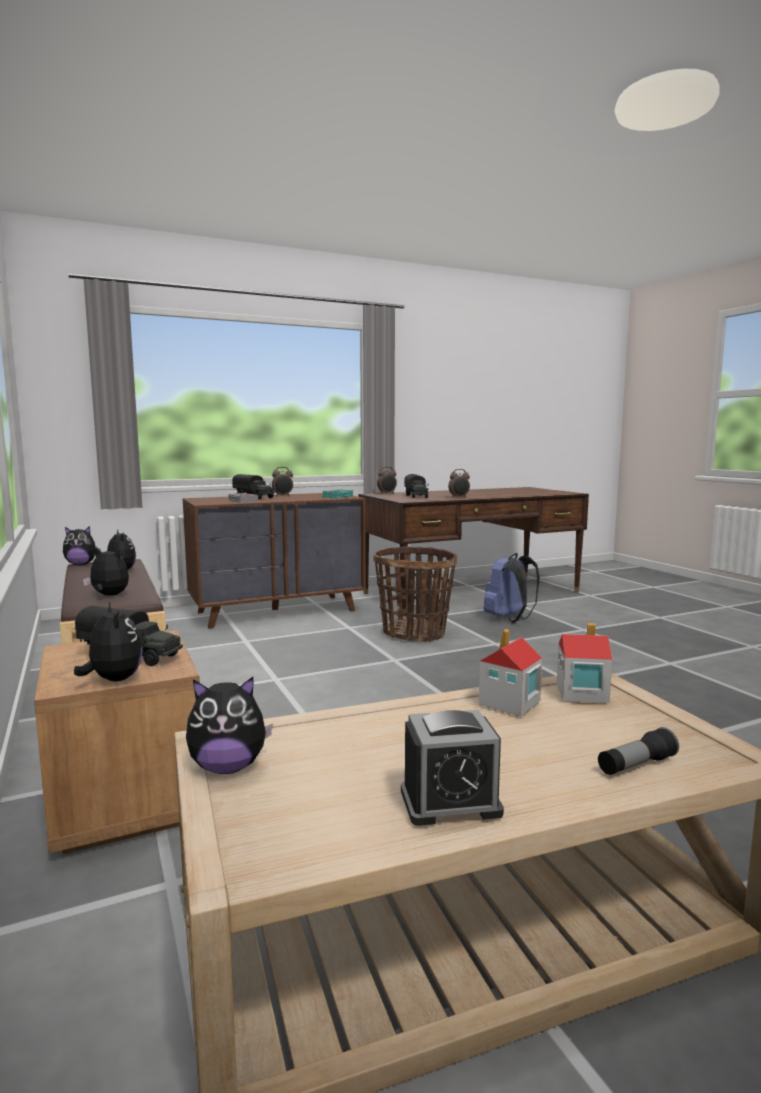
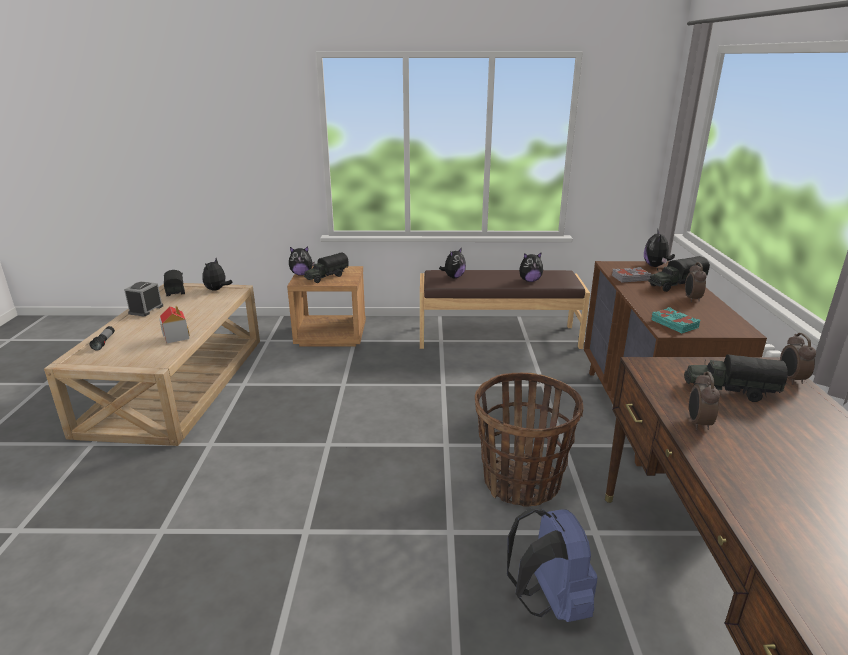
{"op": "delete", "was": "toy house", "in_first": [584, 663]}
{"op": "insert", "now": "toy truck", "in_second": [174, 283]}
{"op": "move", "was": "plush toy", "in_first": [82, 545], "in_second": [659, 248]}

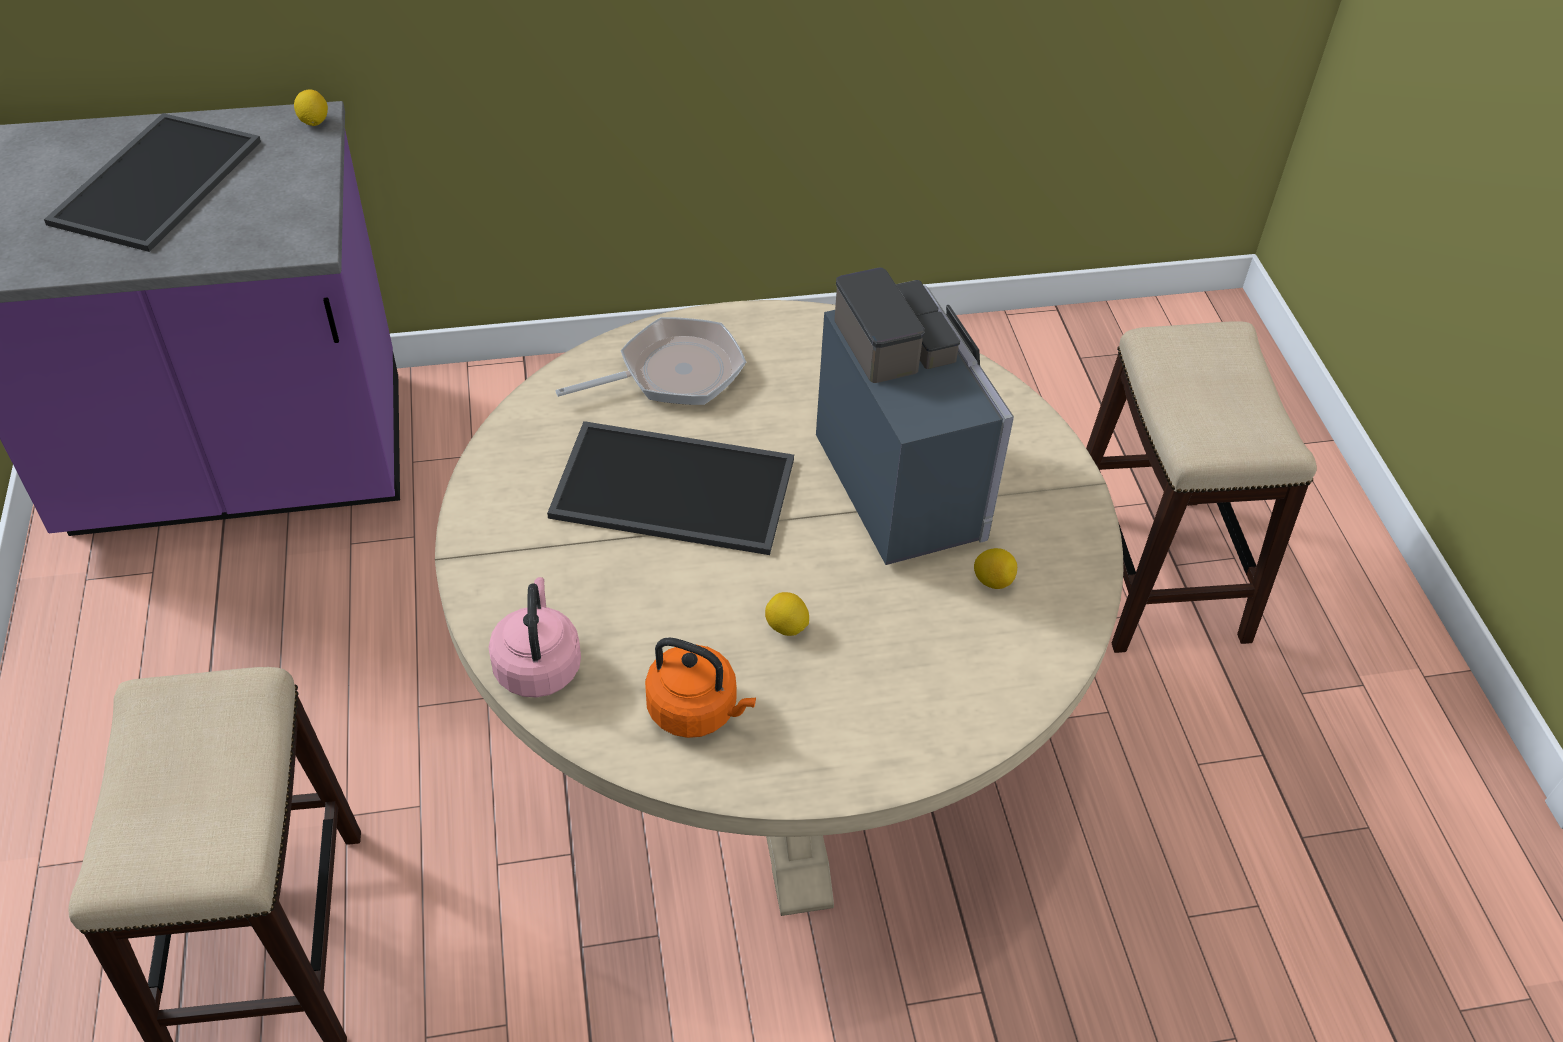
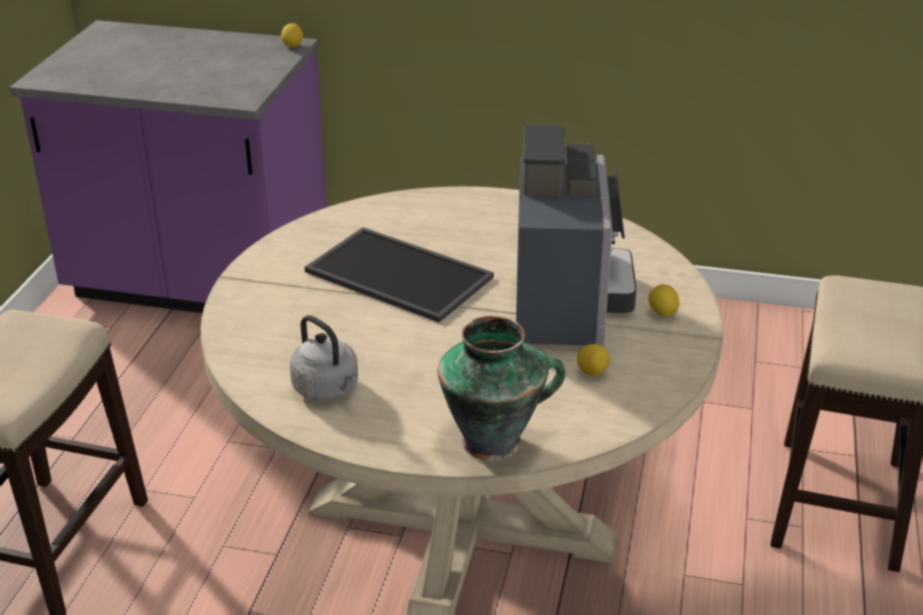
{"op": "delete", "was": "tray", "in_first": [152, 182]}
{"op": "delete", "was": "kettle (pink)", "in_first": [534, 637]}
{"op": "delete", "was": "frying pan", "in_first": [650, 361]}
{"op": "insert", "now": "vase", "in_second": [501, 388]}
{"op": "move", "was": "lemon", "in_first": [787, 614], "in_second": [663, 300]}
{"op": "recolor", "was": "kettle (orange)", "now": "kettle (grey)", "in_first": [700, 687], "in_second": [324, 358]}

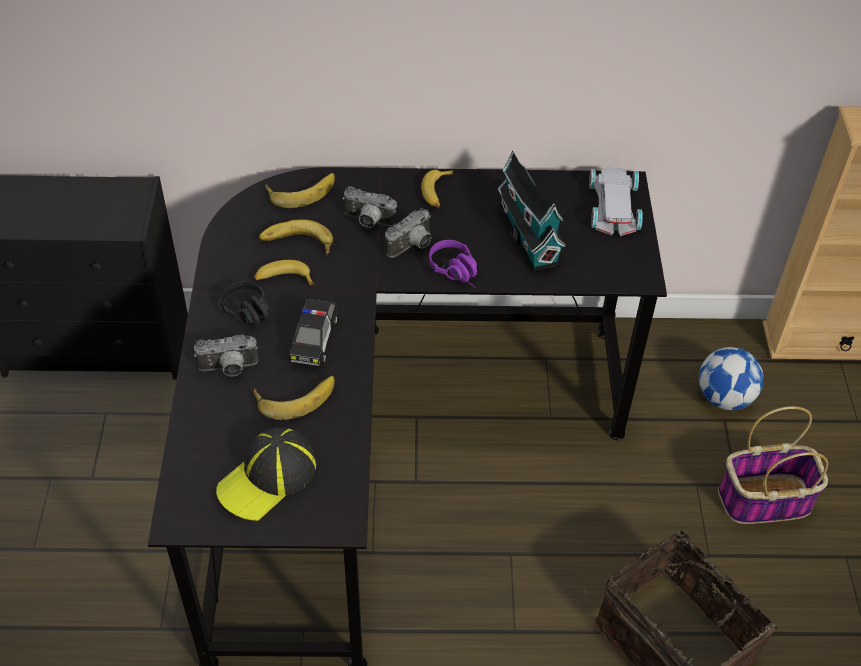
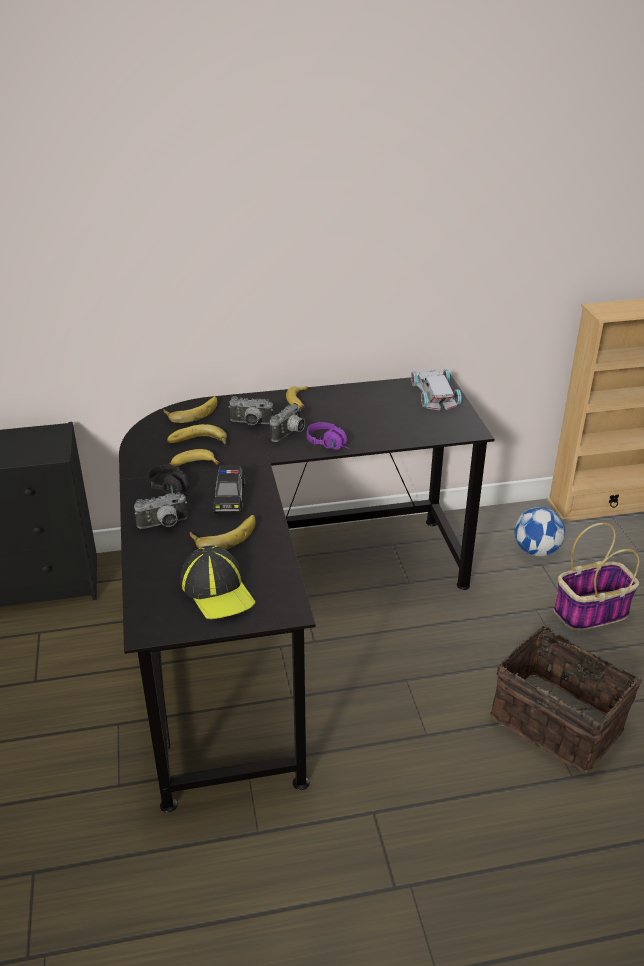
{"op": "delete", "was": "toy house", "in_first": [531, 211]}
{"op": "rotate", "was": "cap", "in_first": [266, 474], "in_second": [218, 582], "clockwise": -60}

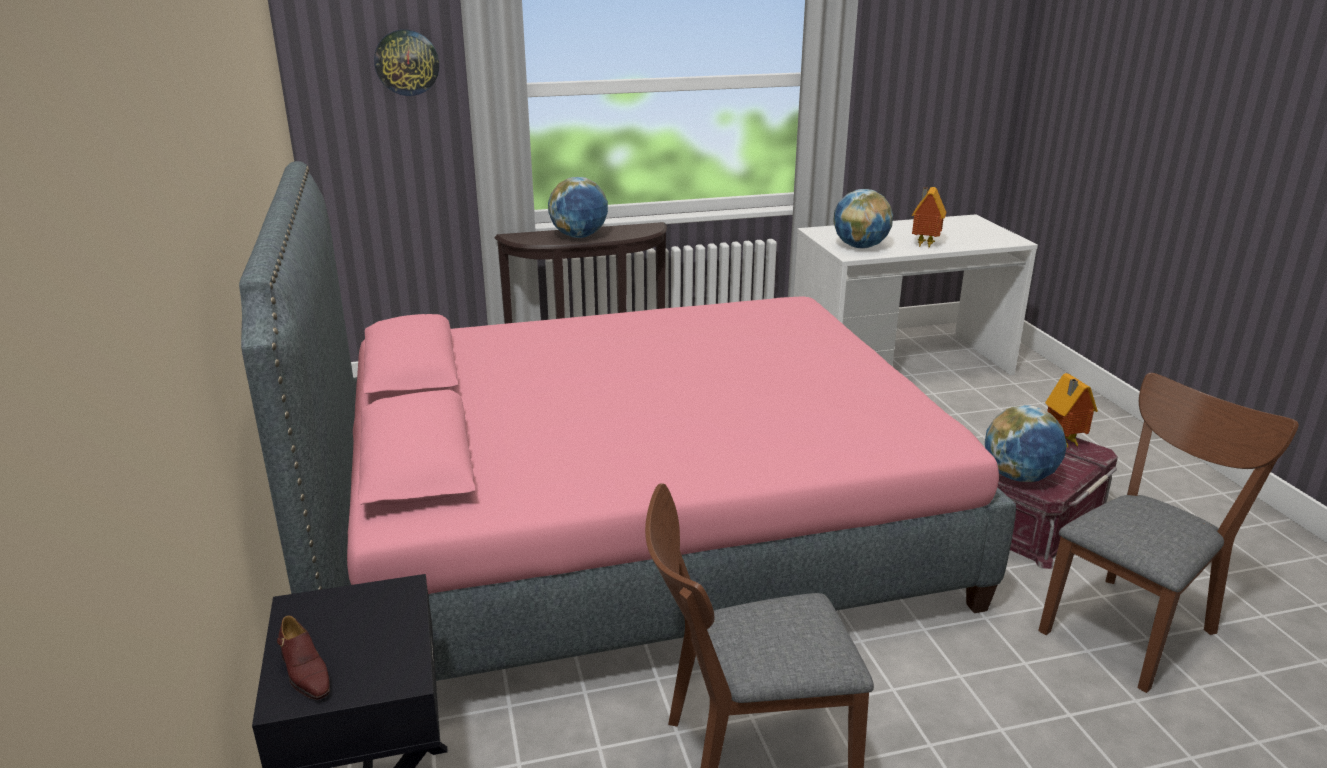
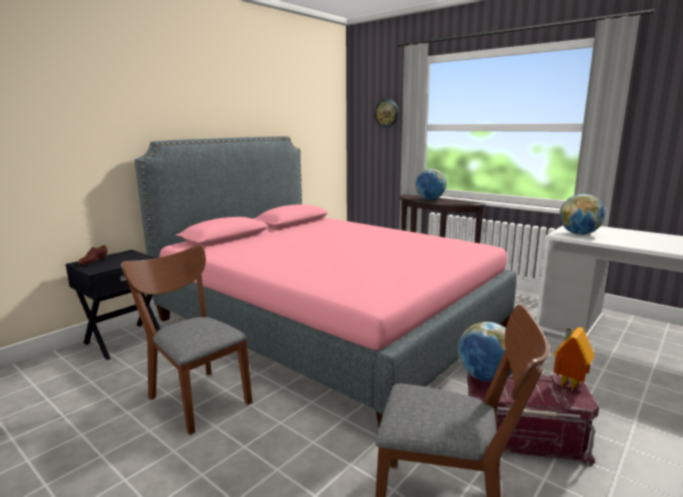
{"op": "delete", "was": "toy house", "in_first": [929, 217]}

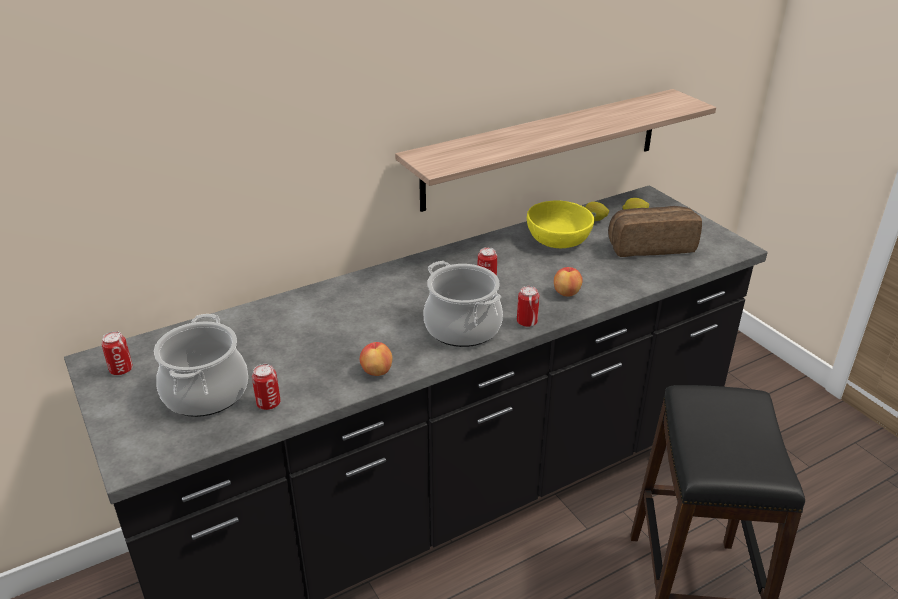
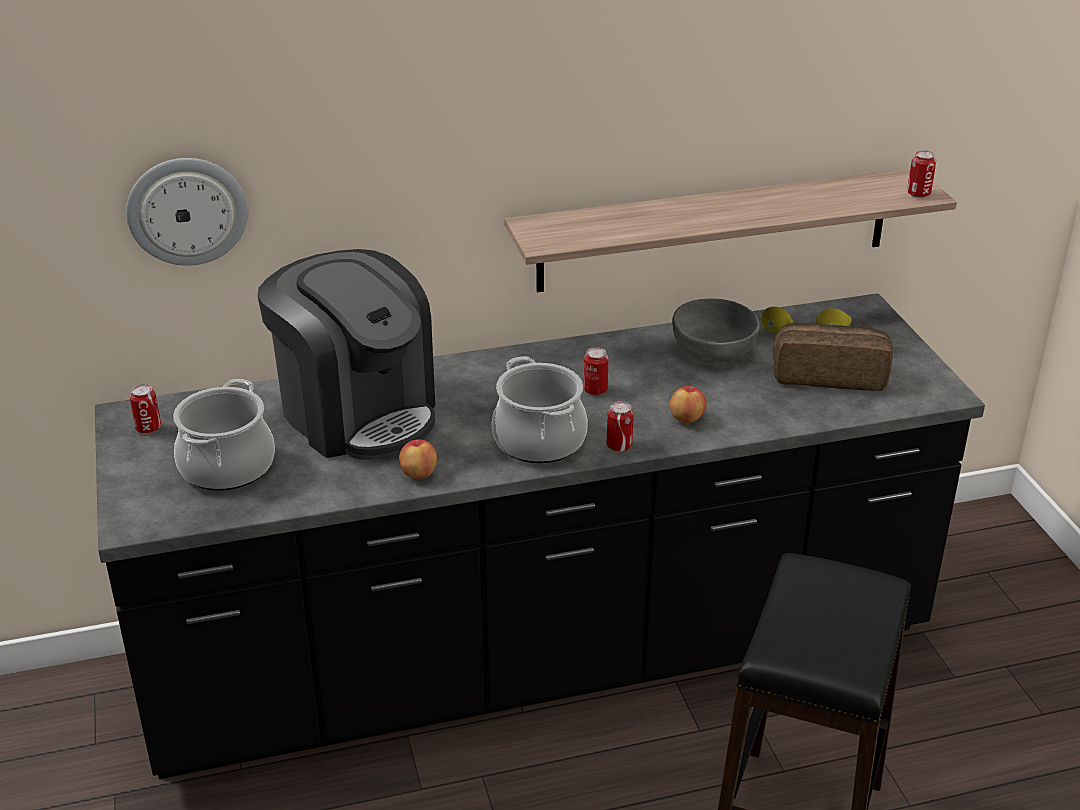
{"op": "insert", "now": "wall clock", "in_second": [187, 212]}
{"op": "insert", "now": "coffee machine", "in_second": [346, 354]}
{"op": "move", "was": "can", "in_first": [266, 387], "in_second": [921, 174]}
{"op": "recolor", "was": "bowl (yellow)", "now": "bowl (grey)", "in_first": [560, 224], "in_second": [716, 330]}

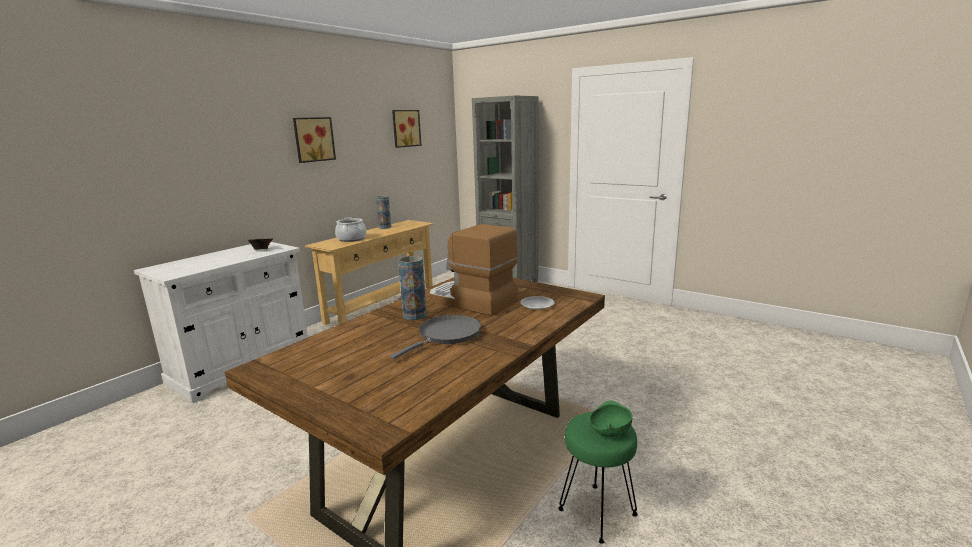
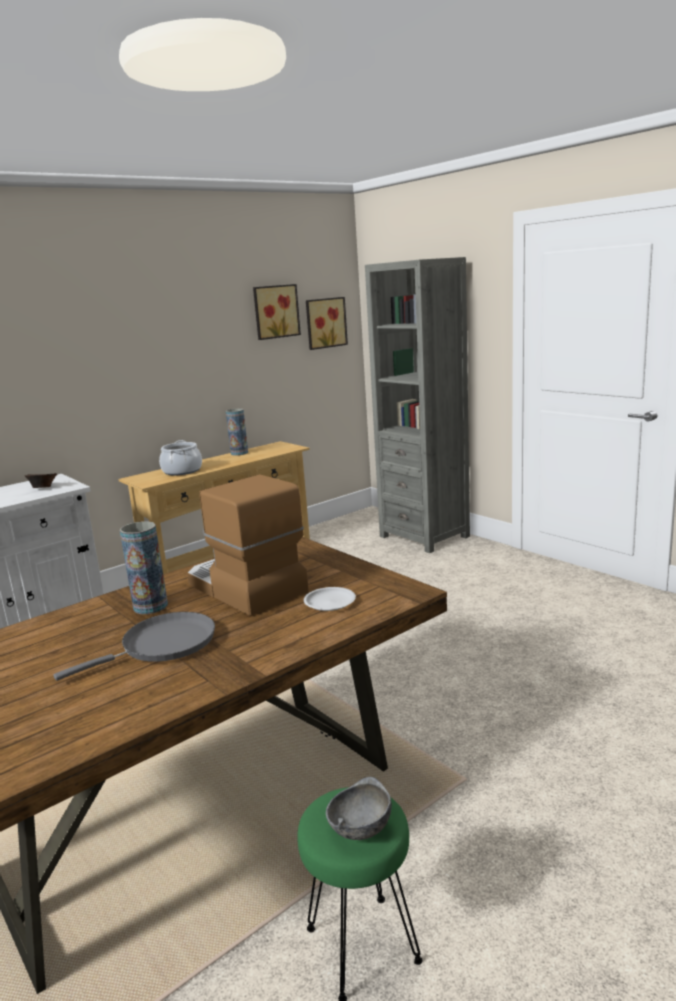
{"op": "move", "was": "picture", "in_first": [314, 140], "in_second": [327, 323]}
{"op": "recolor", "was": "bowl (green)", "now": "bowl (grey)", "in_first": [610, 418], "in_second": [359, 808]}

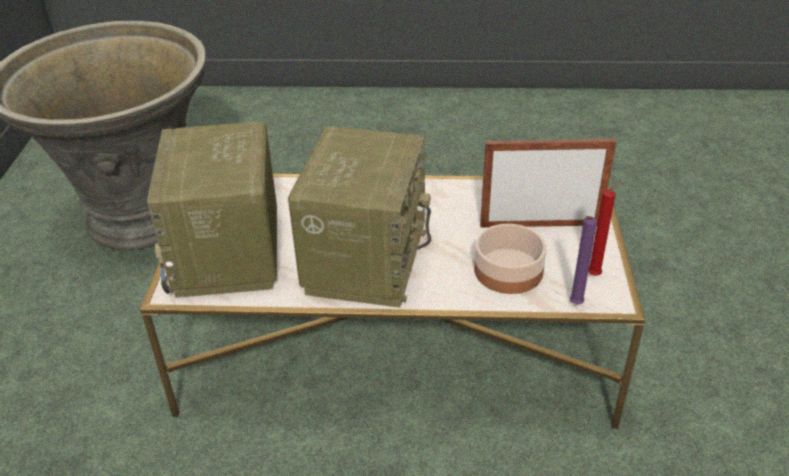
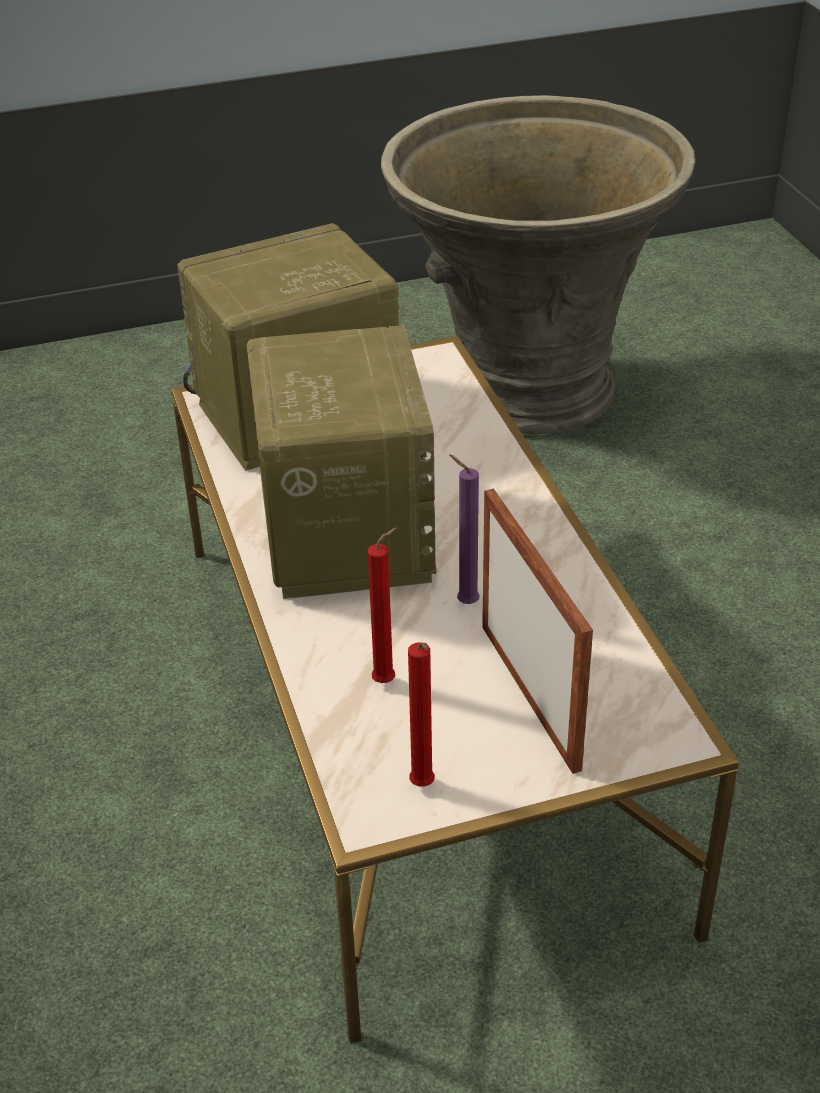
{"op": "move", "was": "candle (purple)", "in_first": [583, 260], "in_second": [464, 529]}
{"op": "replace", "was": "bowl", "now": "candle (red)", "in_first": [510, 259], "in_second": [382, 605]}
{"op": "rotate", "was": "radio", "in_first": [359, 217], "in_second": [341, 462], "clockwise": -90}

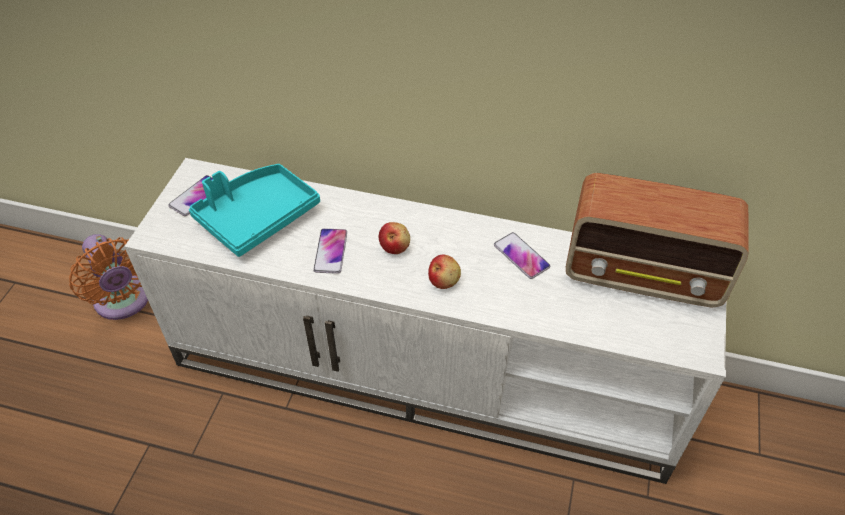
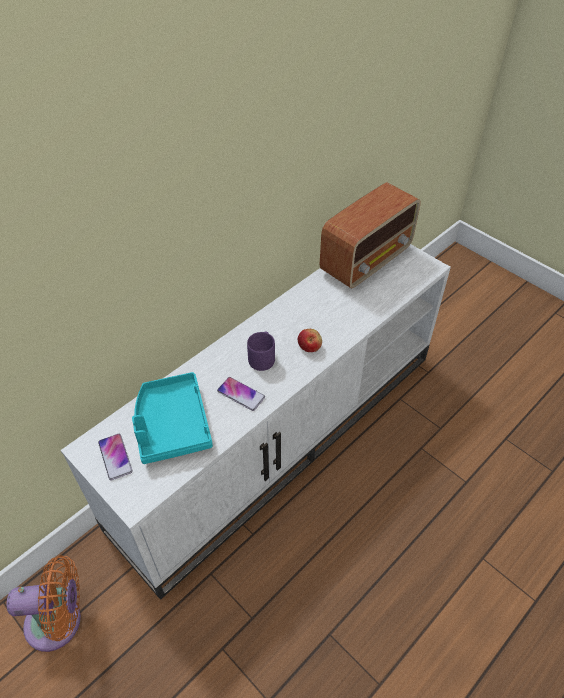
{"op": "delete", "was": "phone", "in_first": [522, 255]}
{"op": "replace", "was": "apple", "now": "mug (purple)", "in_first": [394, 238], "in_second": [261, 351]}

